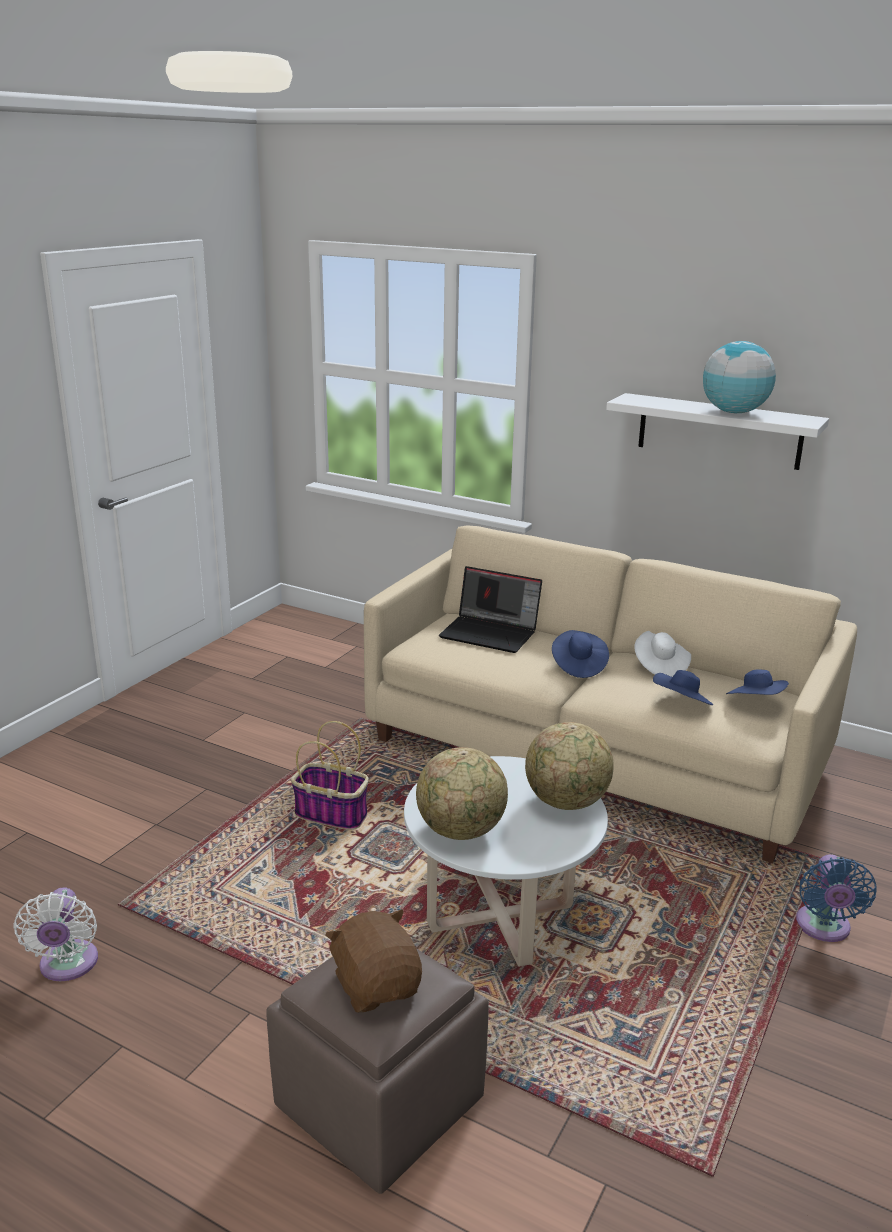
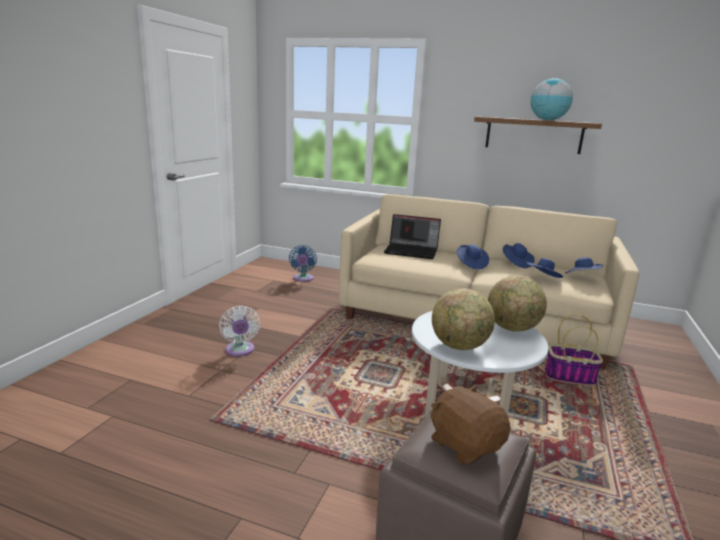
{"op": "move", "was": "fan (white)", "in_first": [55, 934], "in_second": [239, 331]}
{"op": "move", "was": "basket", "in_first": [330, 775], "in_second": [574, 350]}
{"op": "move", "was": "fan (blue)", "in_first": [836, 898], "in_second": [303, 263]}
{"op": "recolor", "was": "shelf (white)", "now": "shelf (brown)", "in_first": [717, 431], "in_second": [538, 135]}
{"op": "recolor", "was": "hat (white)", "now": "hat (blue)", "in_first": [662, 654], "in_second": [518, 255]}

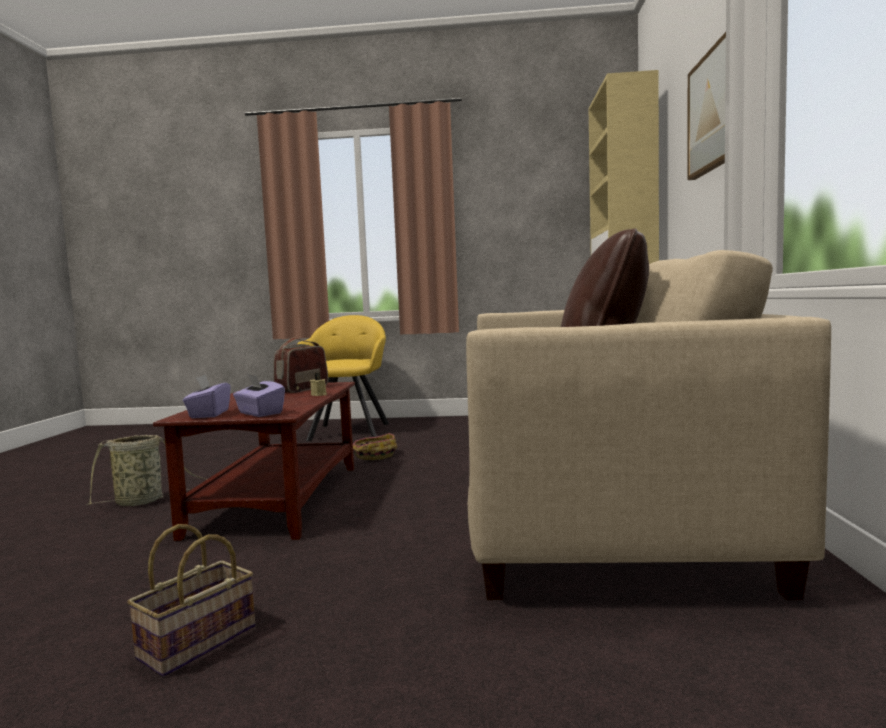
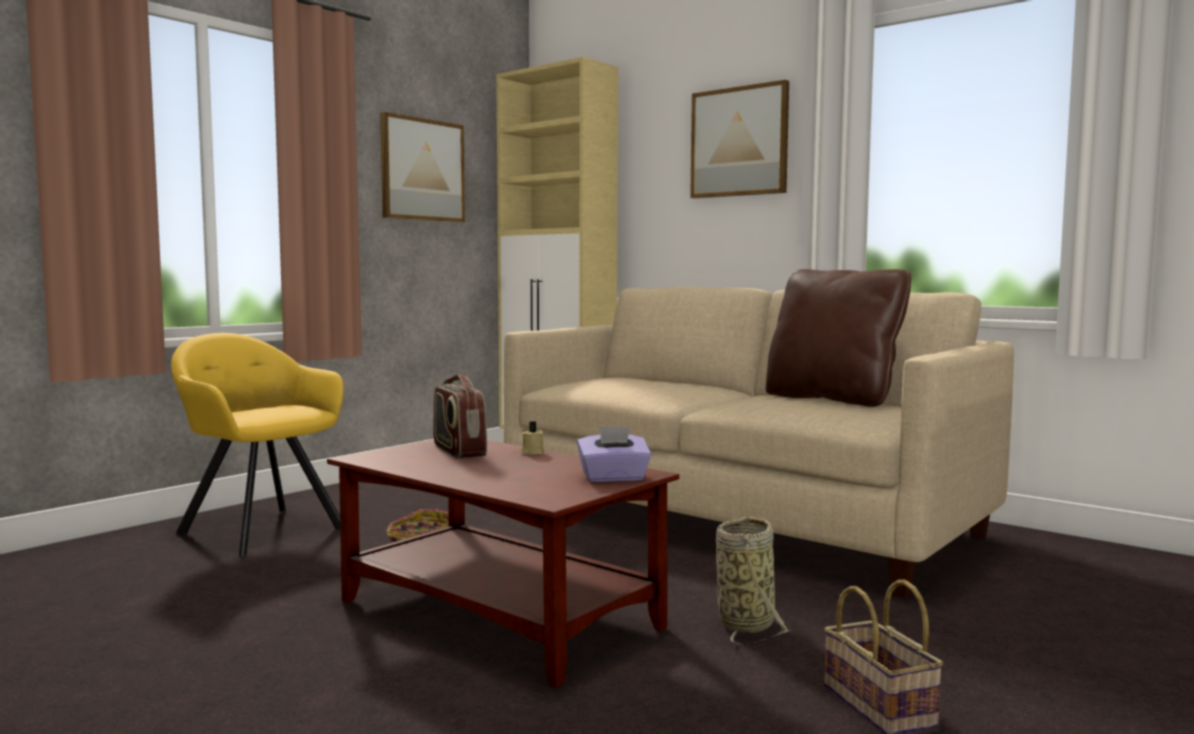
{"op": "delete", "was": "tissue box (purple)", "in_first": [207, 396]}
{"op": "insert", "now": "picture", "in_second": [422, 167]}
{"op": "move", "was": "basket", "in_first": [147, 470], "in_second": [753, 581]}

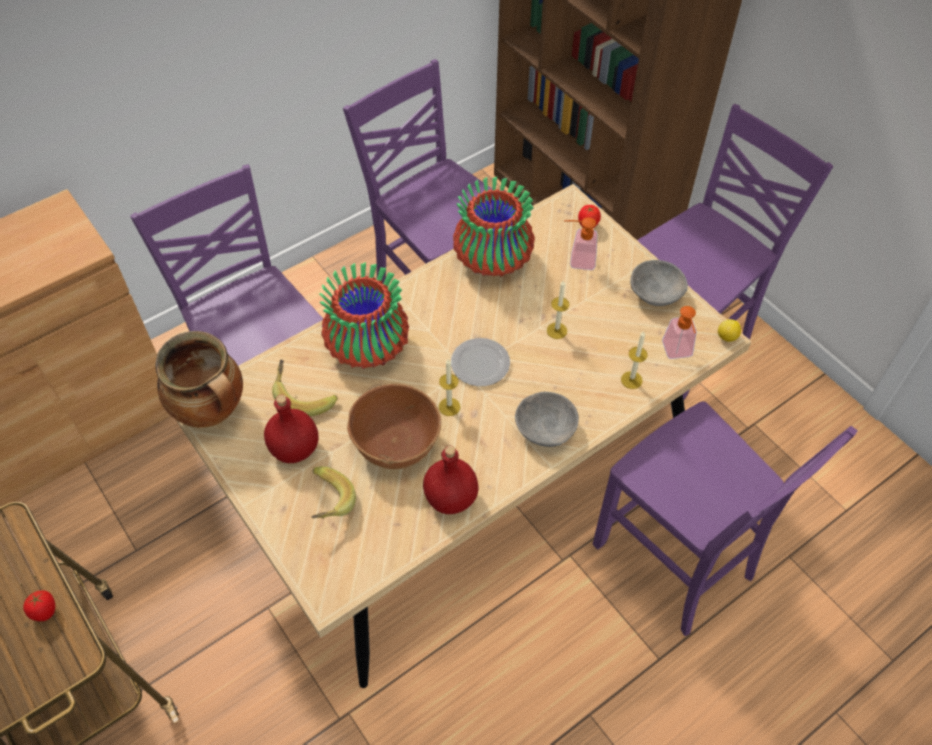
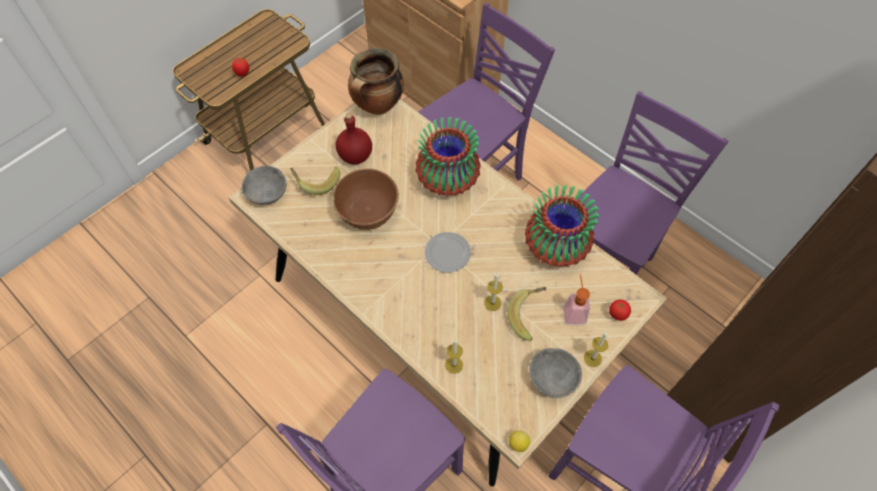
{"op": "delete", "was": "bottle (red)", "in_first": [450, 480]}
{"op": "delete", "was": "soap dispenser", "in_first": [679, 332]}
{"op": "move", "was": "banana", "in_first": [305, 387], "in_second": [527, 314]}
{"op": "move", "was": "candle", "in_first": [449, 387], "in_second": [596, 349]}
{"op": "move", "was": "bowl (grey)", "in_first": [547, 419], "in_second": [264, 185]}

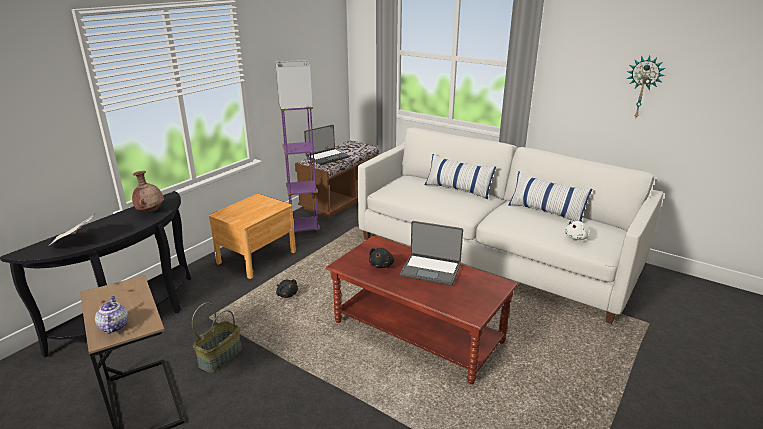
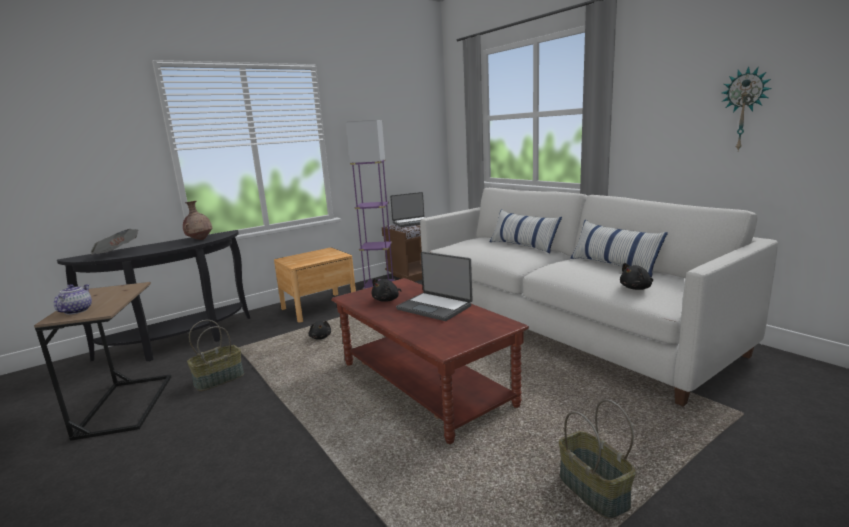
{"op": "insert", "now": "basket", "in_second": [597, 458]}
{"op": "recolor", "was": "plush toy (white)", "now": "plush toy (black)", "in_first": [577, 230], "in_second": [636, 276]}

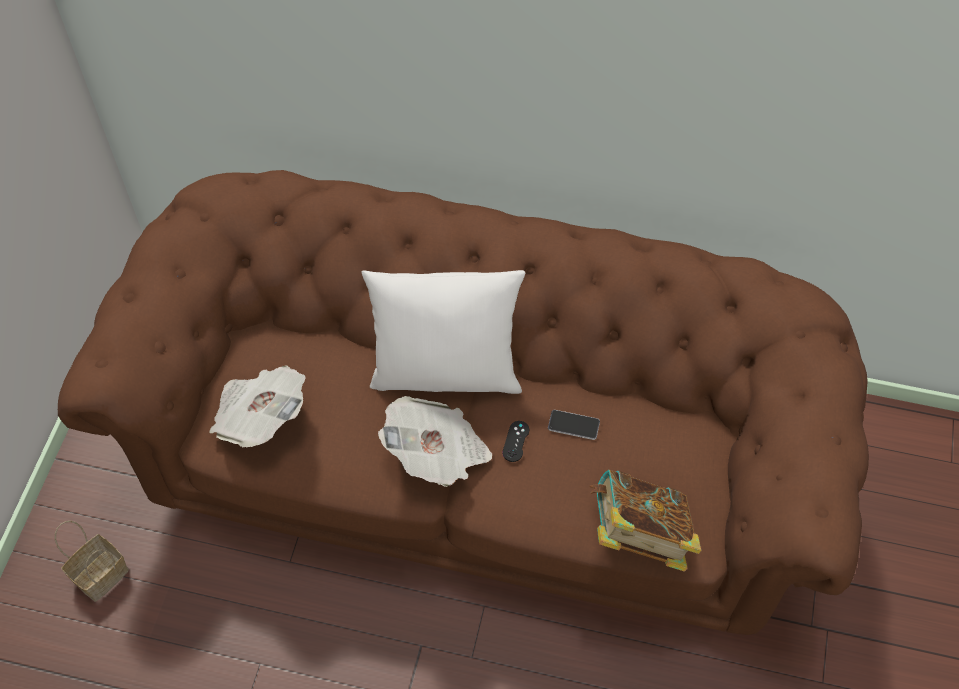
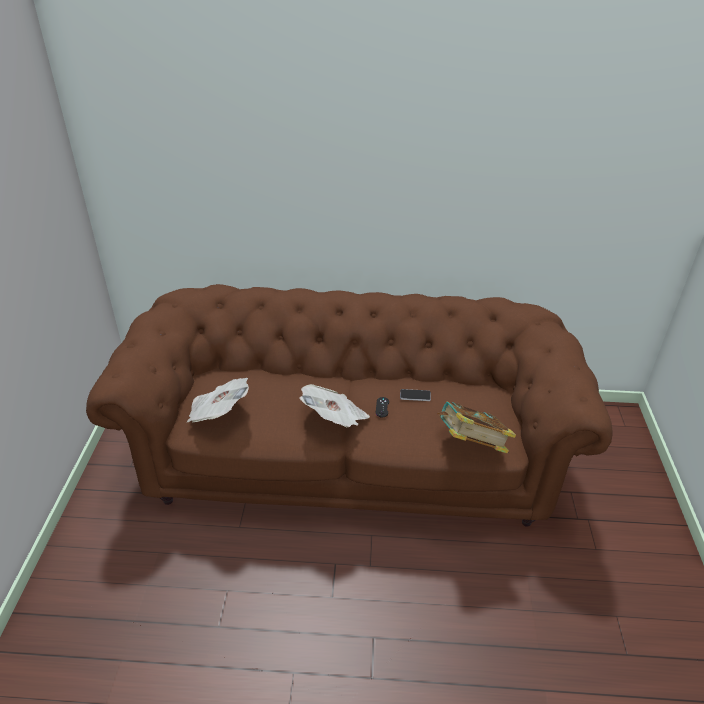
{"op": "delete", "was": "basket", "in_first": [92, 561]}
{"op": "delete", "was": "pillow (white)", "in_first": [443, 332]}

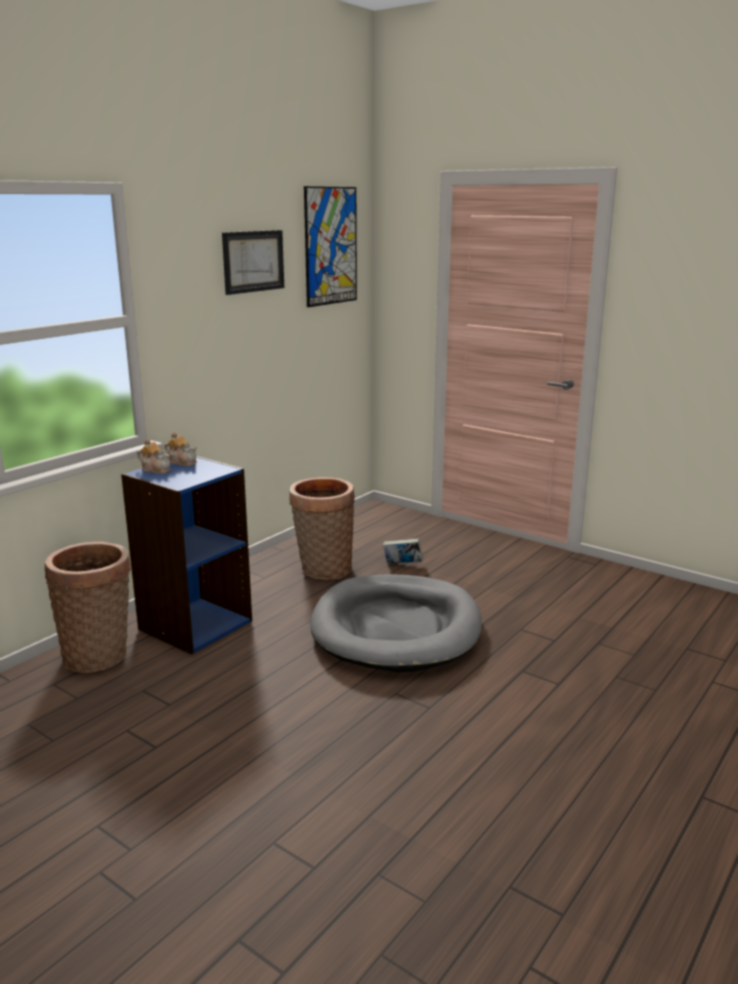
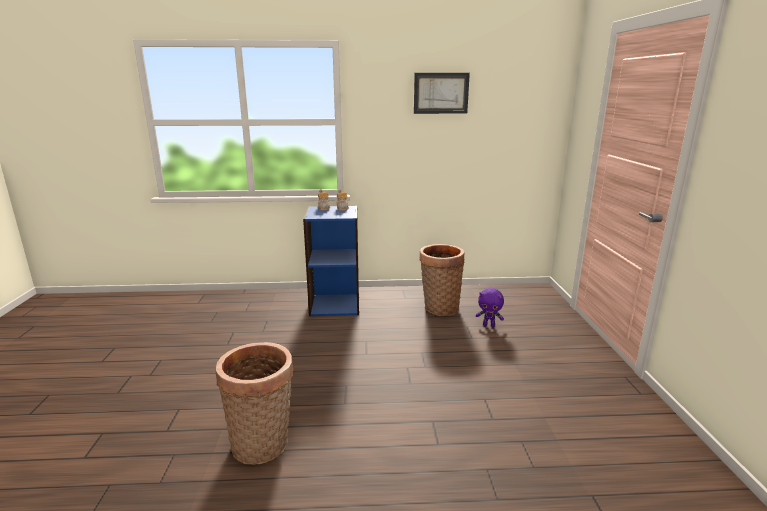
{"op": "delete", "was": "picture", "in_first": [330, 246]}
{"op": "delete", "was": "dog bed (grey)", "in_first": [396, 623]}
{"op": "move", "was": "basket", "in_first": [88, 607], "in_second": [254, 403]}
{"op": "replace", "was": "book", "now": "plush toy (purple)", "in_first": [403, 551], "in_second": [490, 307]}

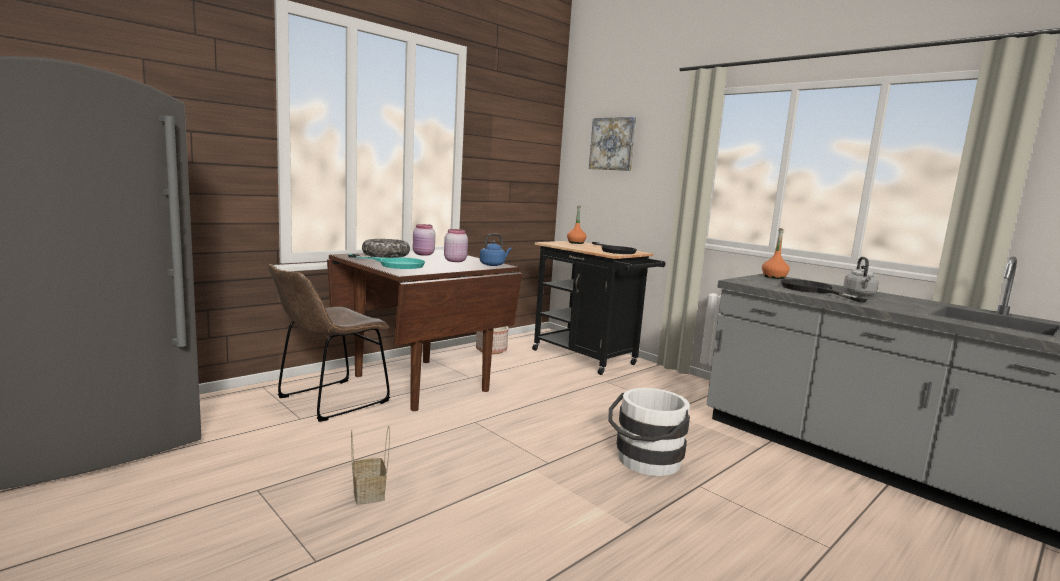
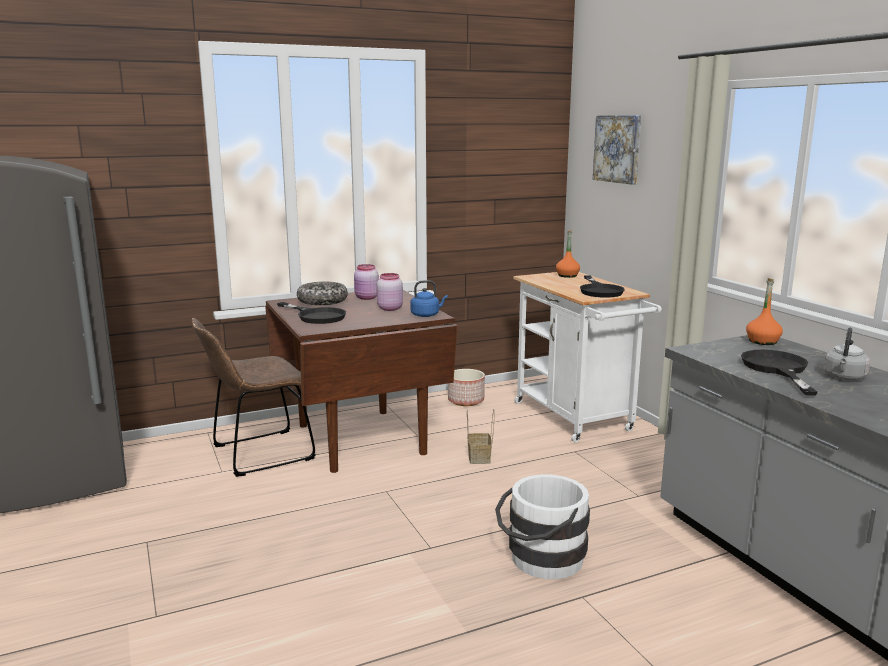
{"op": "move", "was": "basket", "in_first": [370, 465], "in_second": [481, 437]}
{"op": "recolor", "was": "frying pan (turquoise)", "now": "frying pan (black)", "in_first": [386, 261], "in_second": [311, 313]}
{"op": "recolor", "was": "cart (black)", "now": "cart (white)", "in_first": [598, 308], "in_second": [588, 357]}

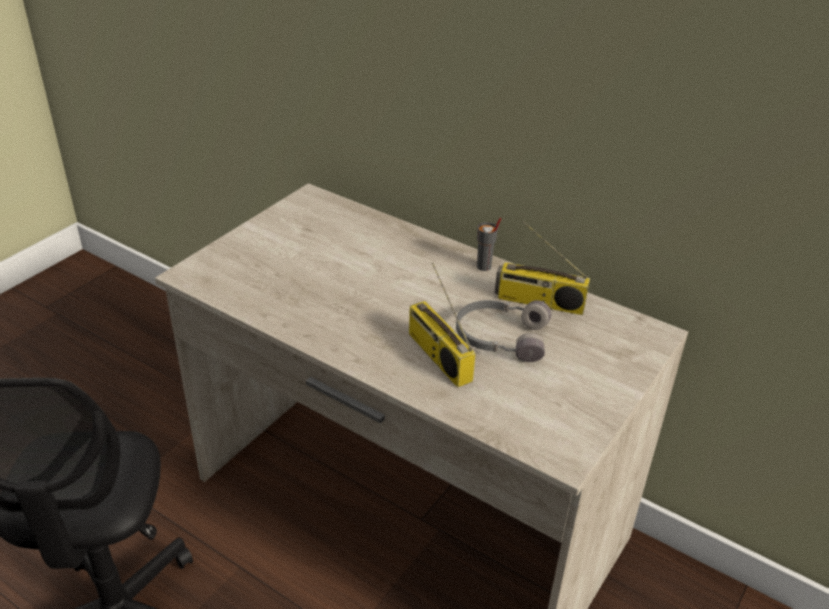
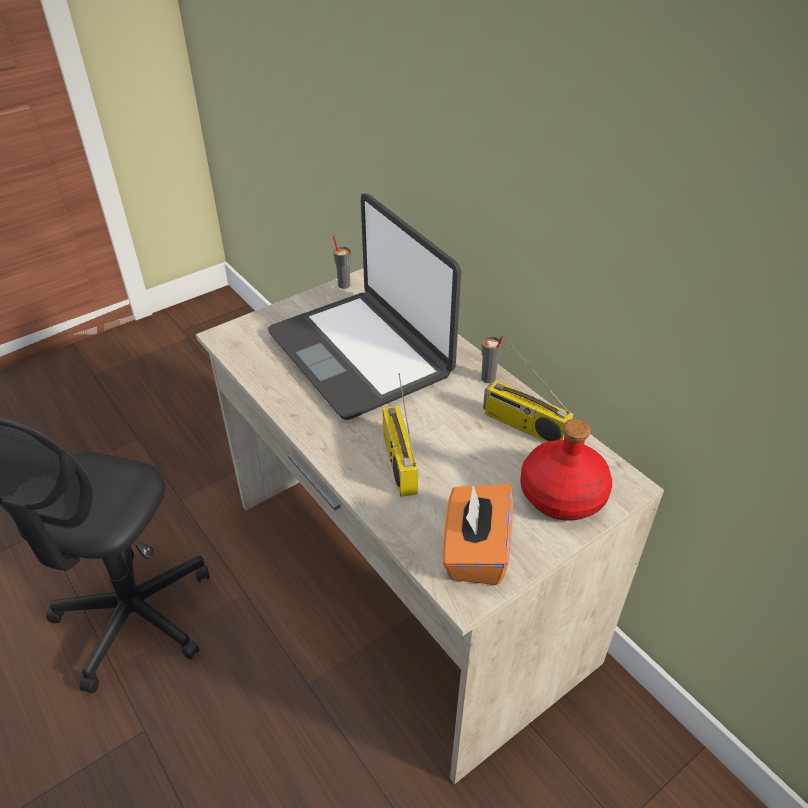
{"op": "delete", "was": "headphones (grey)", "in_first": [503, 331]}
{"op": "insert", "now": "laptop", "in_second": [364, 307]}
{"op": "insert", "now": "cup (grey)", "in_second": [342, 262]}
{"op": "insert", "now": "tissue box (orange)", "in_second": [477, 534]}
{"op": "insert", "now": "bottle (red)", "in_second": [566, 470]}

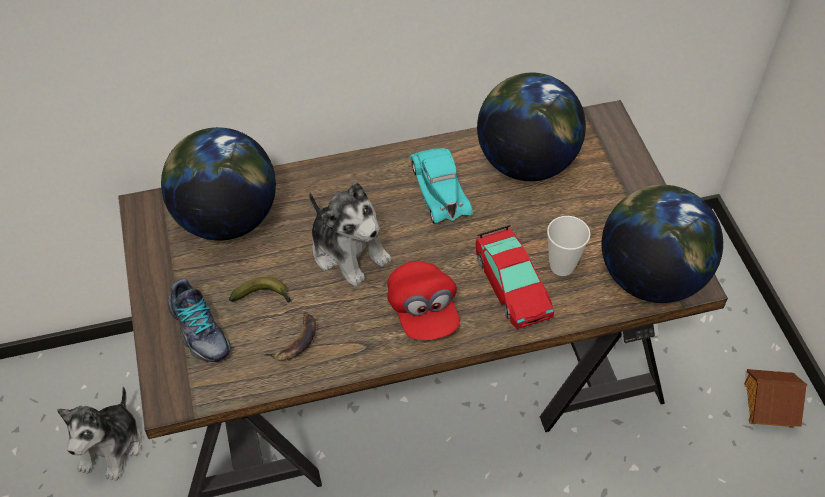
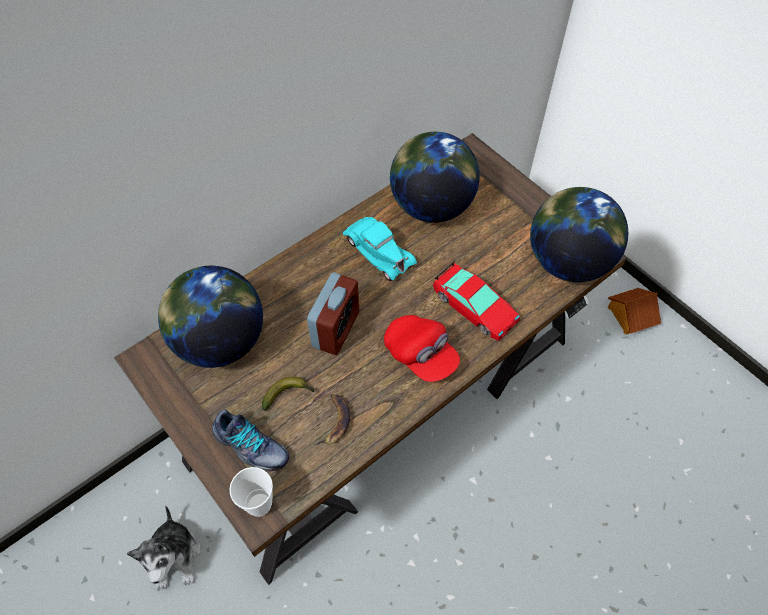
{"op": "move", "was": "cup", "in_first": [568, 246], "in_second": [251, 492]}
{"op": "replace", "was": "plush toy", "now": "alarm clock", "in_first": [350, 234], "in_second": [333, 313]}

